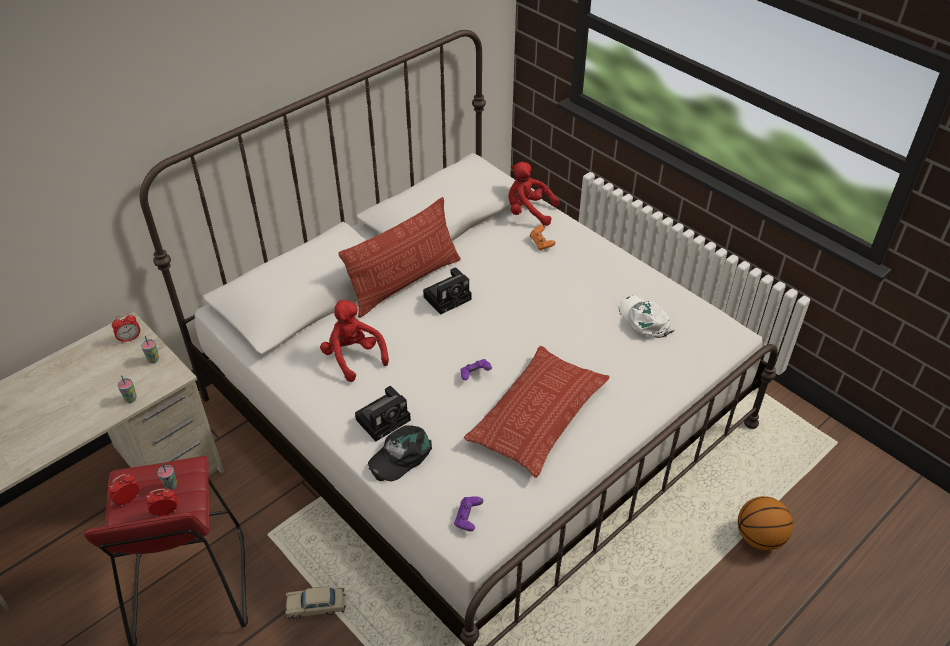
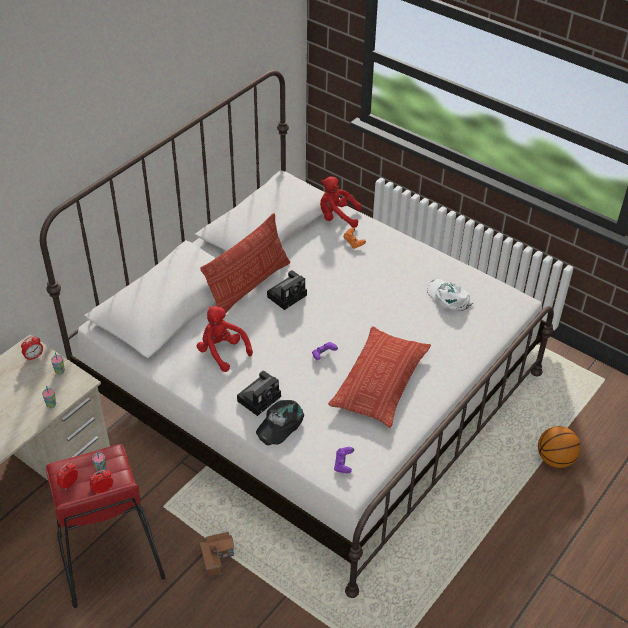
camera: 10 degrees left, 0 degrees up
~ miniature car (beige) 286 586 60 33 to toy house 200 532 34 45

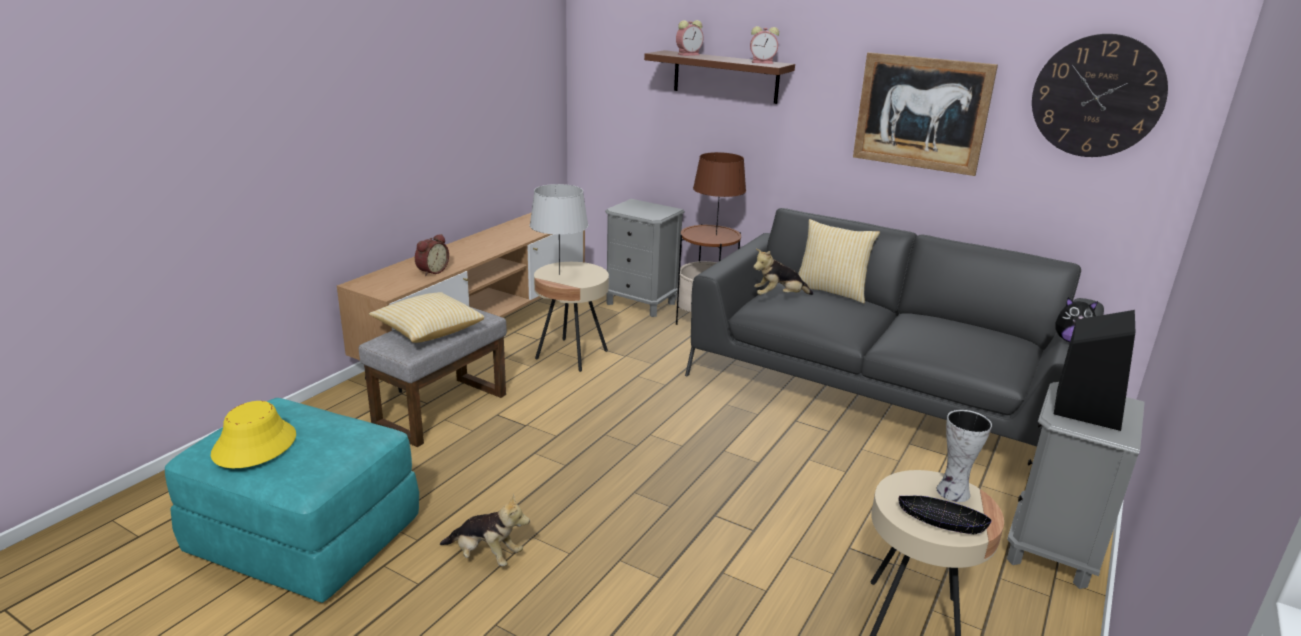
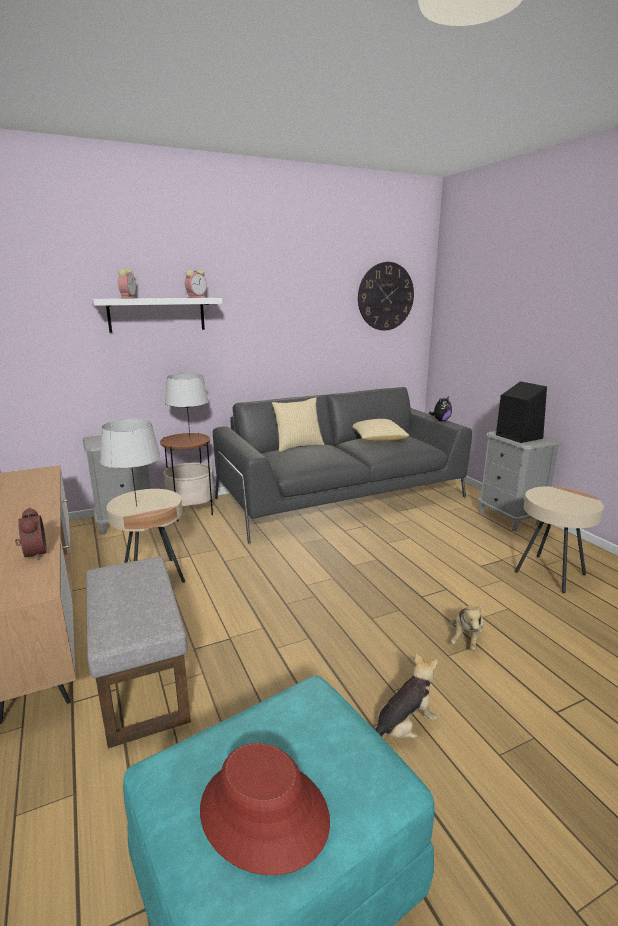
camera: 55 degrees left, 5 degrees down
~ shelf (brownish) 644 50 151 54 to shelf (white-coloured) 92 298 130 35
~ tabletop lamp (brownish) 693 152 53 84 to tabletop lamp (greyish) 165 373 44 63
~ clothing hat (yellow-coloured) 211 401 85 67 to clothing hat (reddish) 200 743 130 132
~ pillow 369 292 115 51 to 352 419 57 23
~ plush toy 753 249 60 46 to 450 604 34 47
- wall art 853 52 145 124
- bowl (black) 899 496 93 39
- vase 936 410 56 92

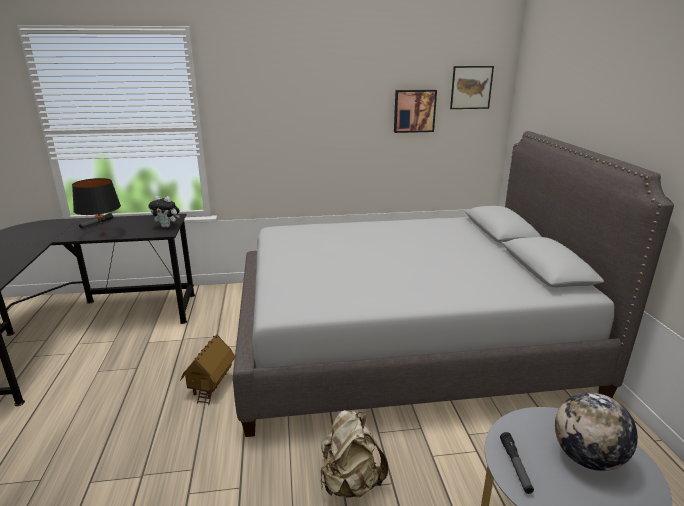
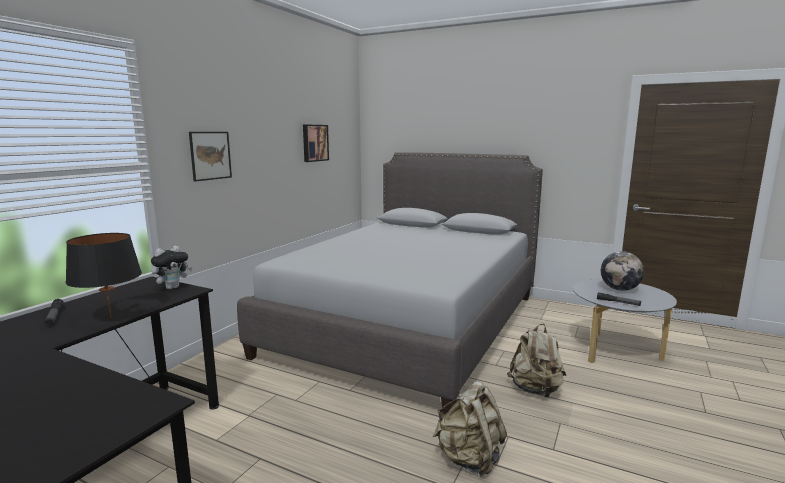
camera: 55 degrees left, 10 degrees down
~ wall art 450 66 44 43 to 189 132 43 50
+ rucksack (beige) 433 381 74 96
- toy house 180 334 55 71

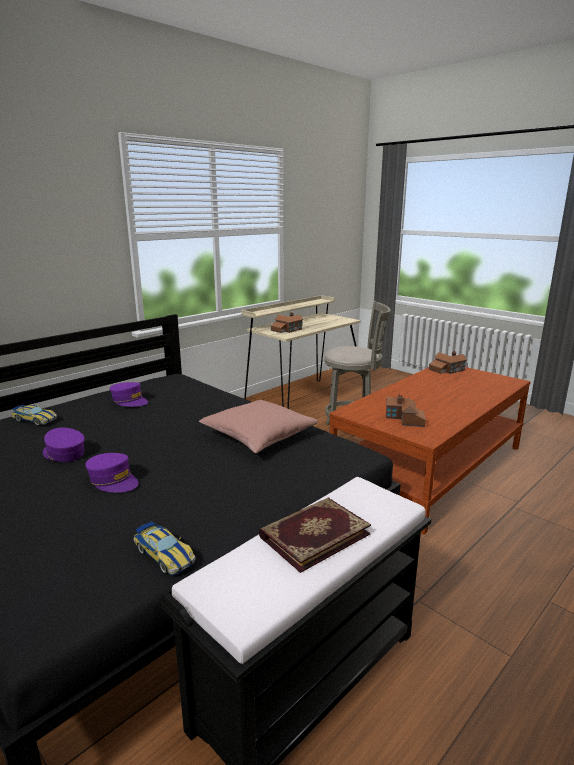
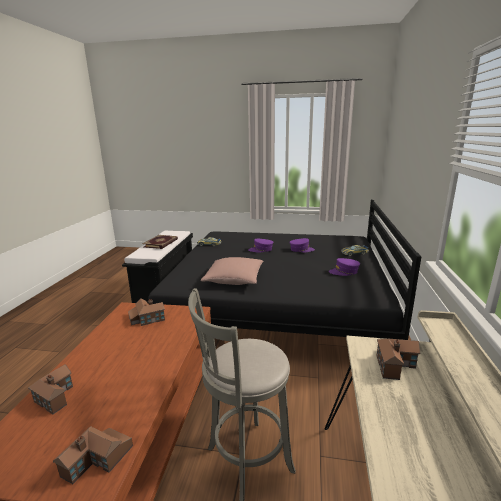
camera: 145 degrees right, 0 degrees up
+ toy house 28 364 45 51

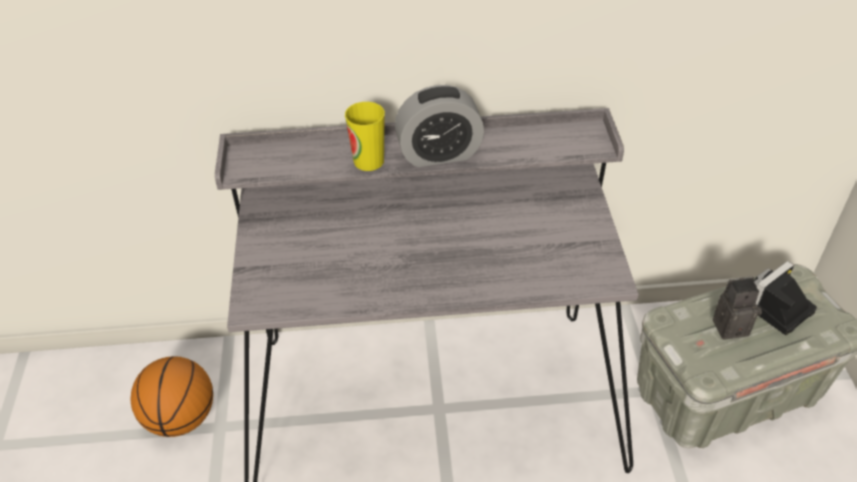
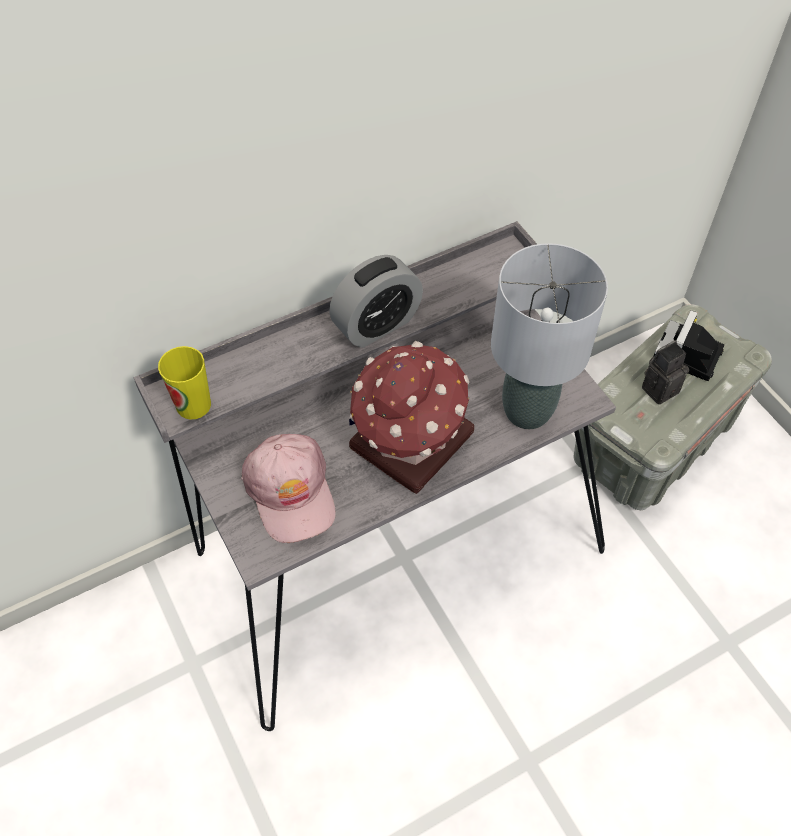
camera: 25 degrees left, 10 degrees up
~ drinking cup 345 102 40 69 to 158 346 53 74
+ baseball cap (pink) 241 434 95 109
+ toy house 349 341 125 153
+ tabletop lamp (greyish) 491 243 117 186
- ball for basketball 130 356 83 81

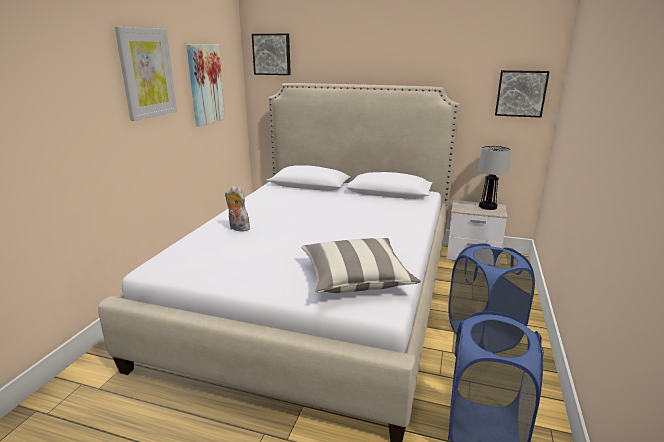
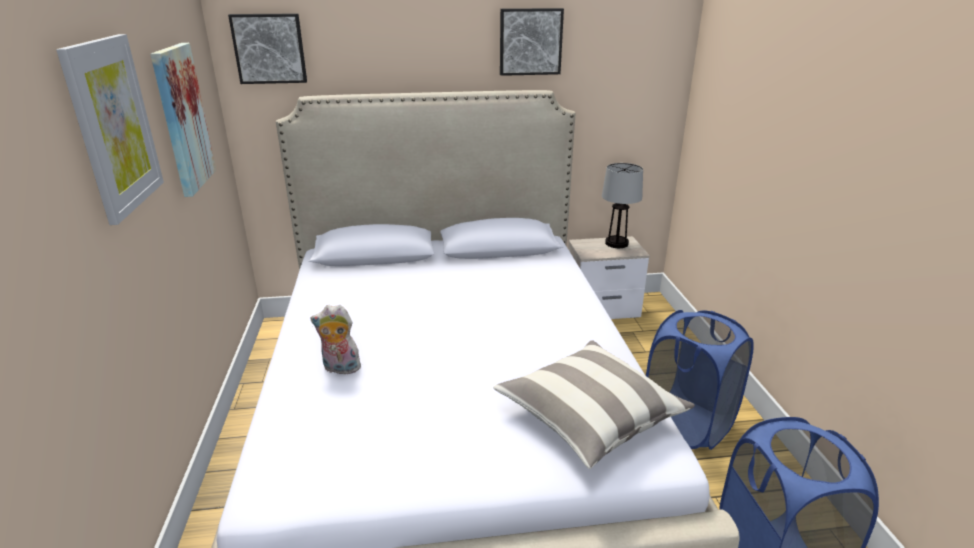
camera: 25 degrees left, 5 degrees up
~ wall art 495 70 55 48 to 500 8 64 68

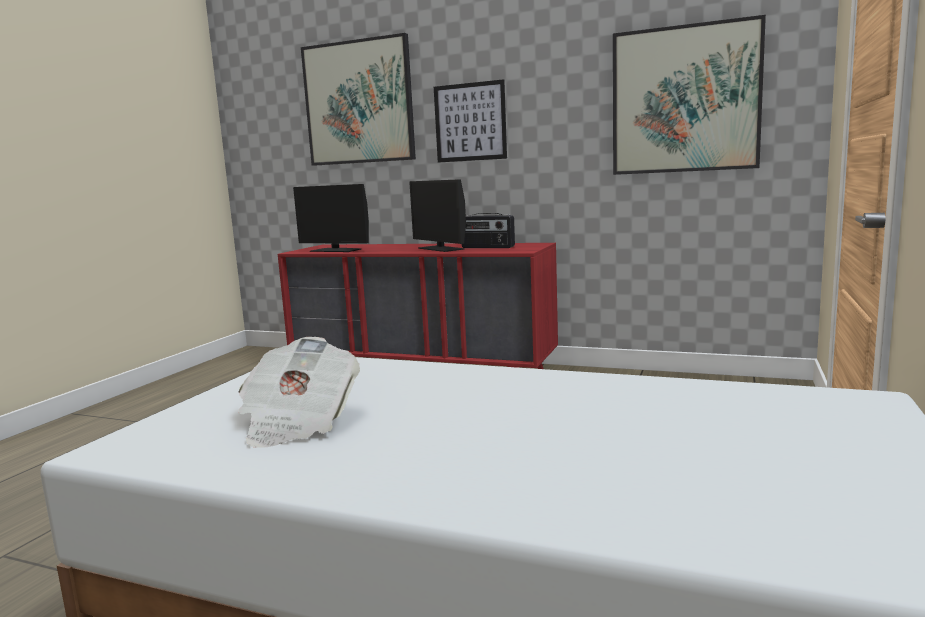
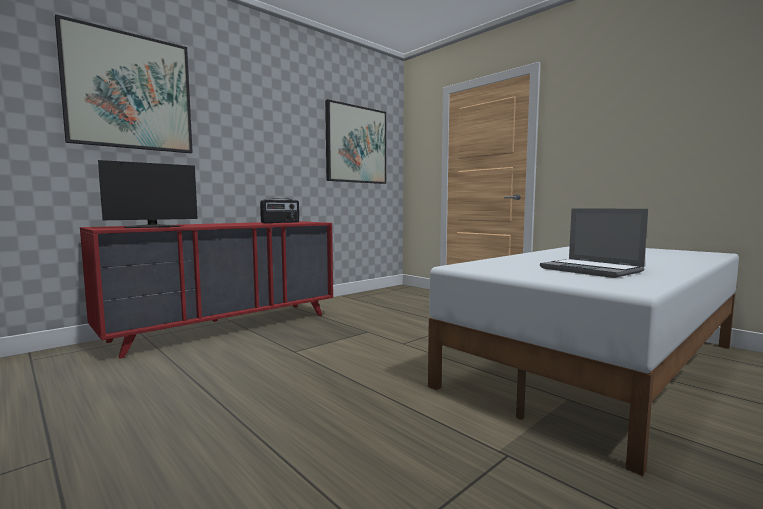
camera: 65 degrees left, 5 degrees down
~ daily paper 238 337 122 111 to laptop 540 209 108 69
- computer screen 409 179 57 73
- wall art 434 79 73 84

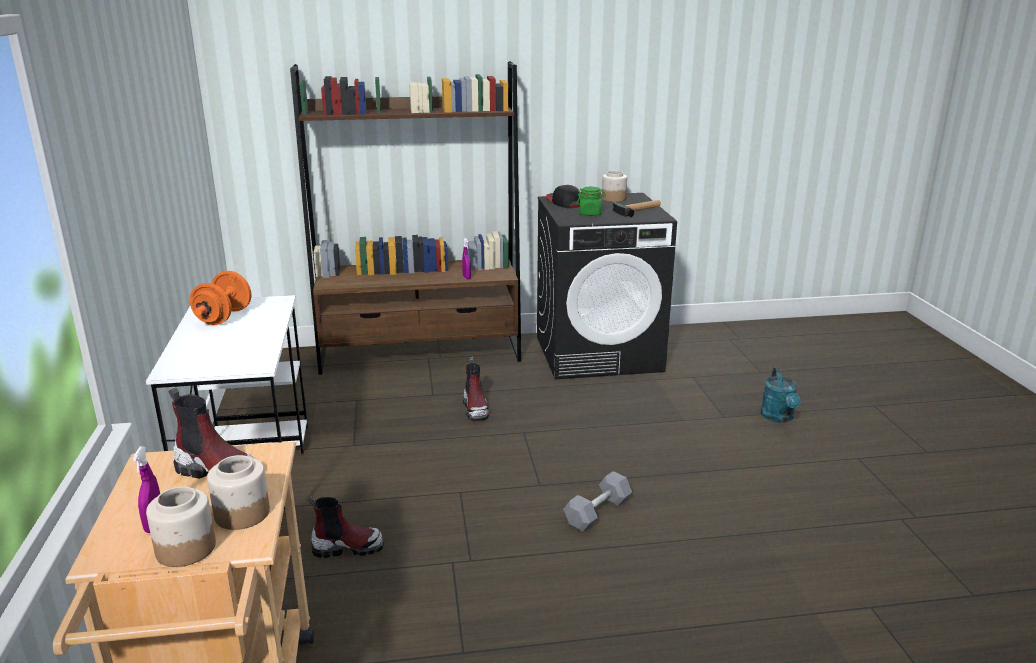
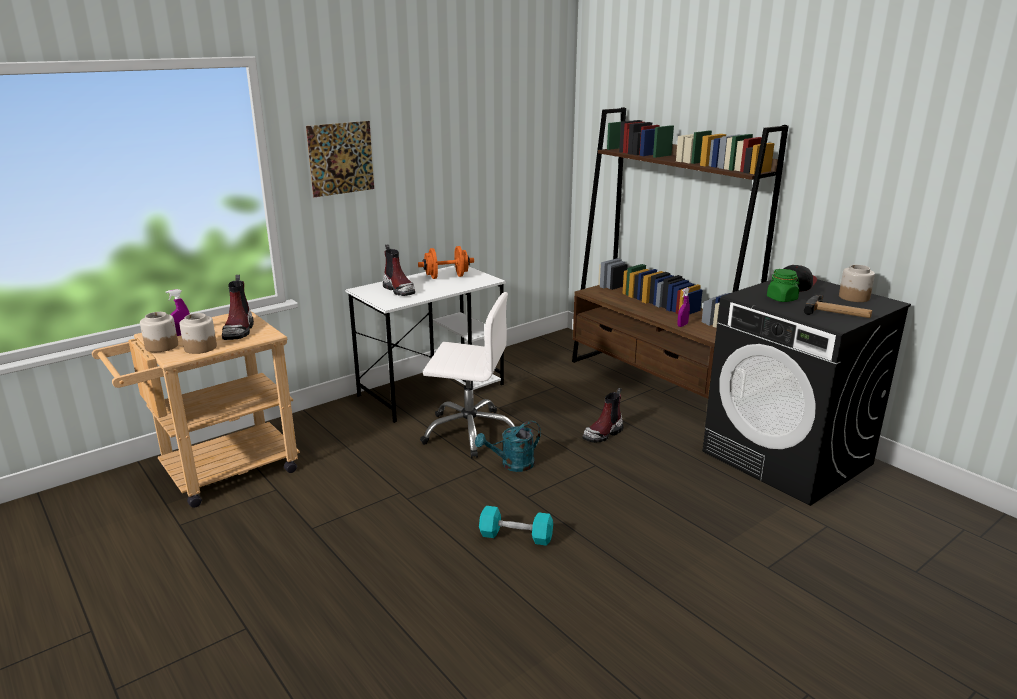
camera: 60 degrees right, 0 degrees up
+ wall art 306 121 68 76
~ tall boot 308 496 76 62 to 383 244 32 52
+ desk chair (white-coloured) 420 292 95 166
~ watering can (blue-green) 761 368 40 55 to 475 421 66 51
~ dumbbell (greyish) 563 471 69 61 to dumbbell (blue-green) 479 506 74 40

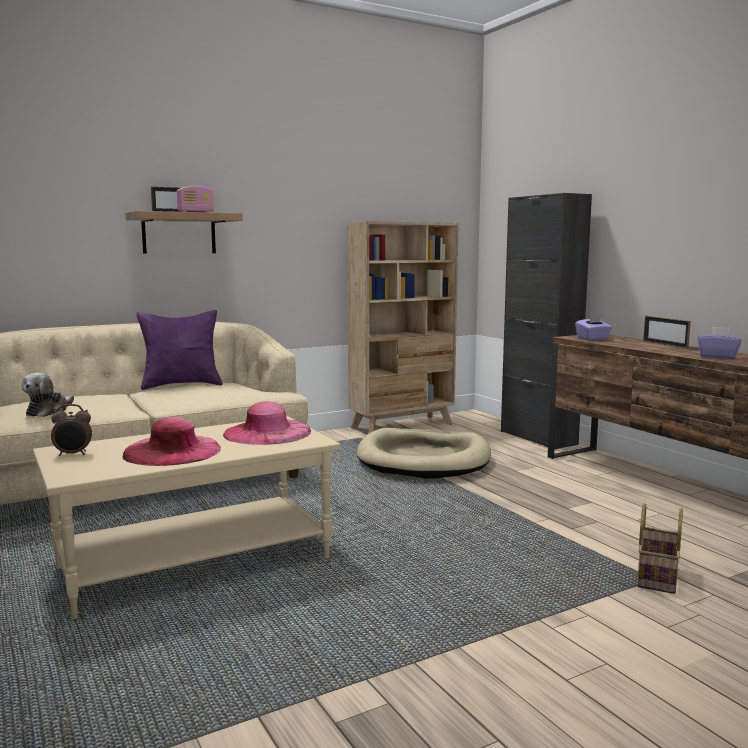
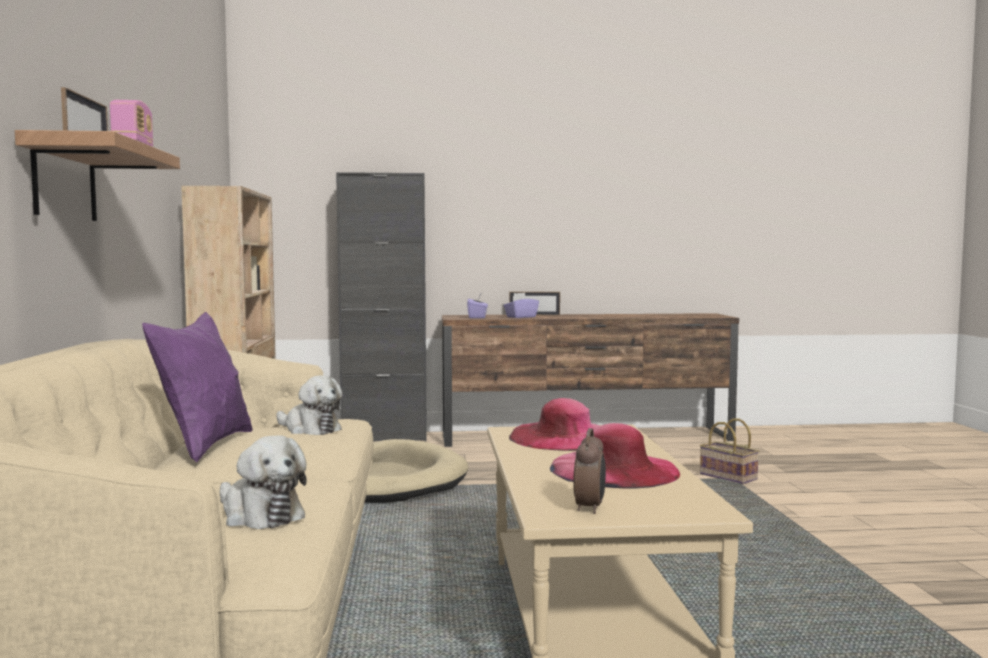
camera: 65 degrees left, 5 degrees down
+ plush toy 276 375 67 60
~ box of tissues (purple-coloured) 698 326 43 33 to 504 293 35 25

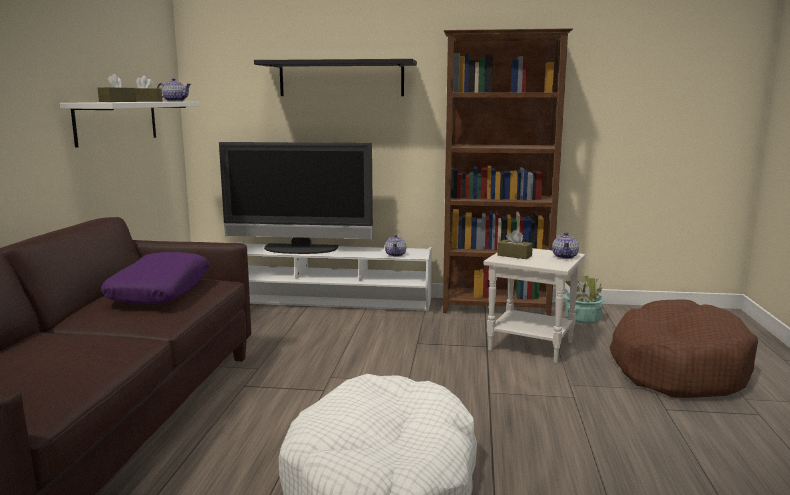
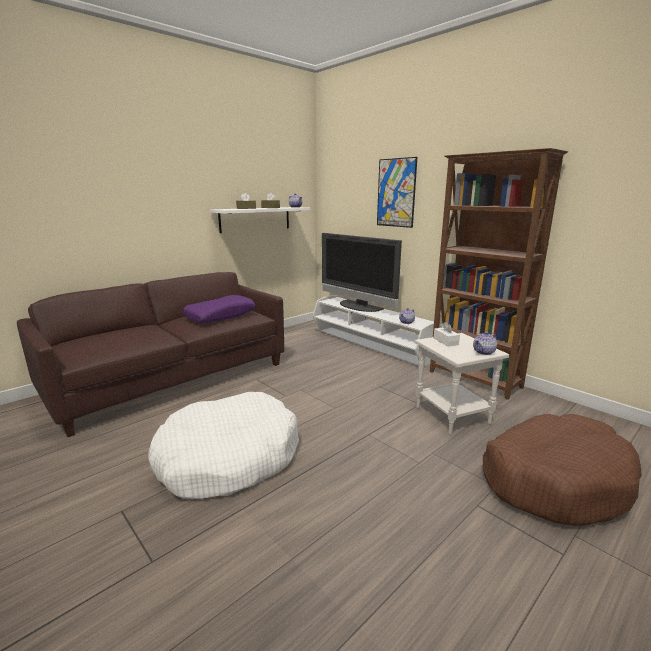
camera: 40 degrees right, 5 degrees up
~ shelf (black) 254 59 163 37 to wall art 377 157 40 71
~ box of tissues (brownish) 497 230 36 29 to box of tissues (white-coloured) 434 322 26 24
- houseplant 565 275 40 49

